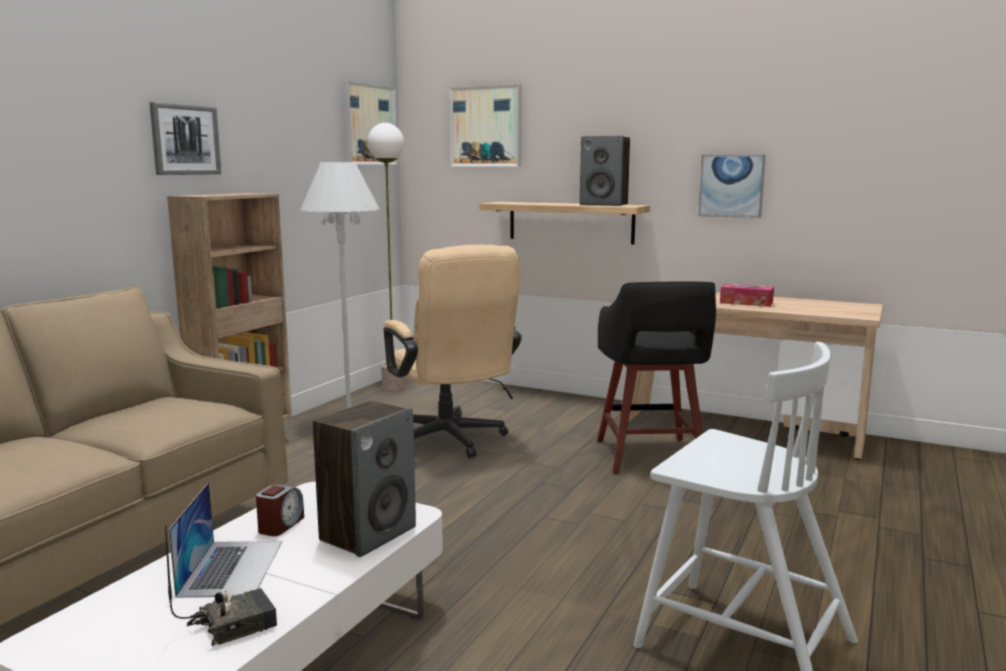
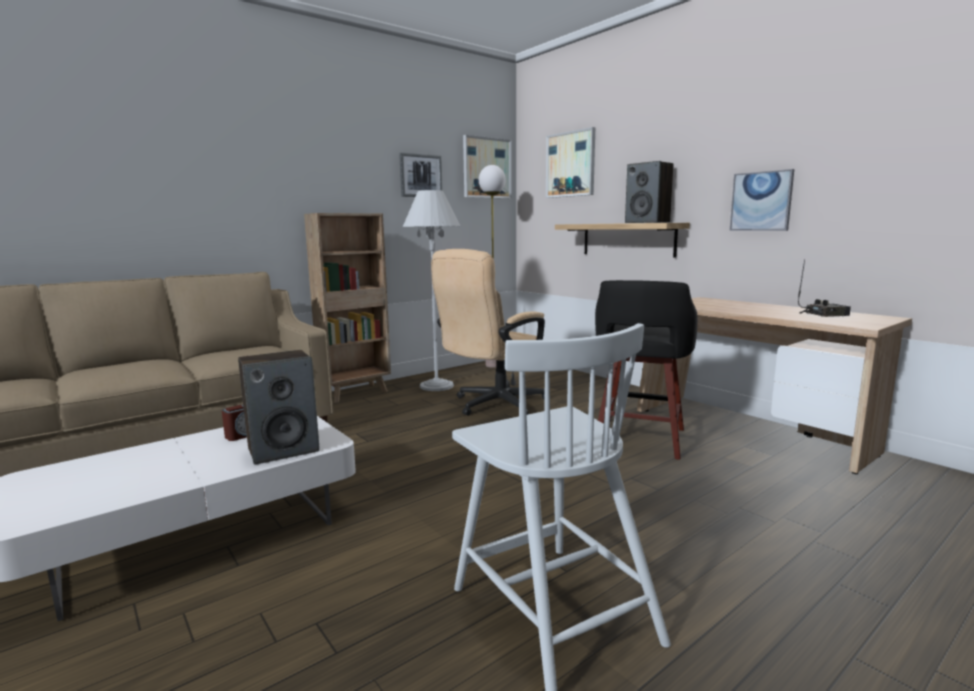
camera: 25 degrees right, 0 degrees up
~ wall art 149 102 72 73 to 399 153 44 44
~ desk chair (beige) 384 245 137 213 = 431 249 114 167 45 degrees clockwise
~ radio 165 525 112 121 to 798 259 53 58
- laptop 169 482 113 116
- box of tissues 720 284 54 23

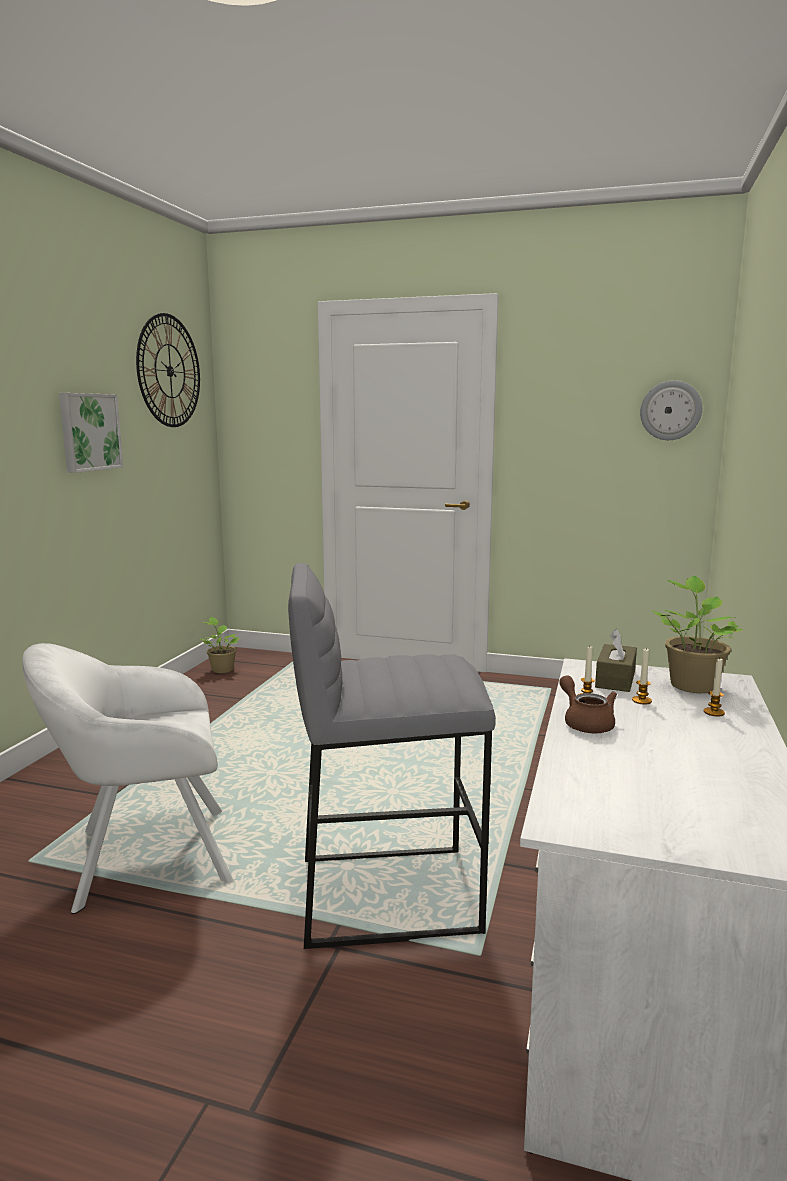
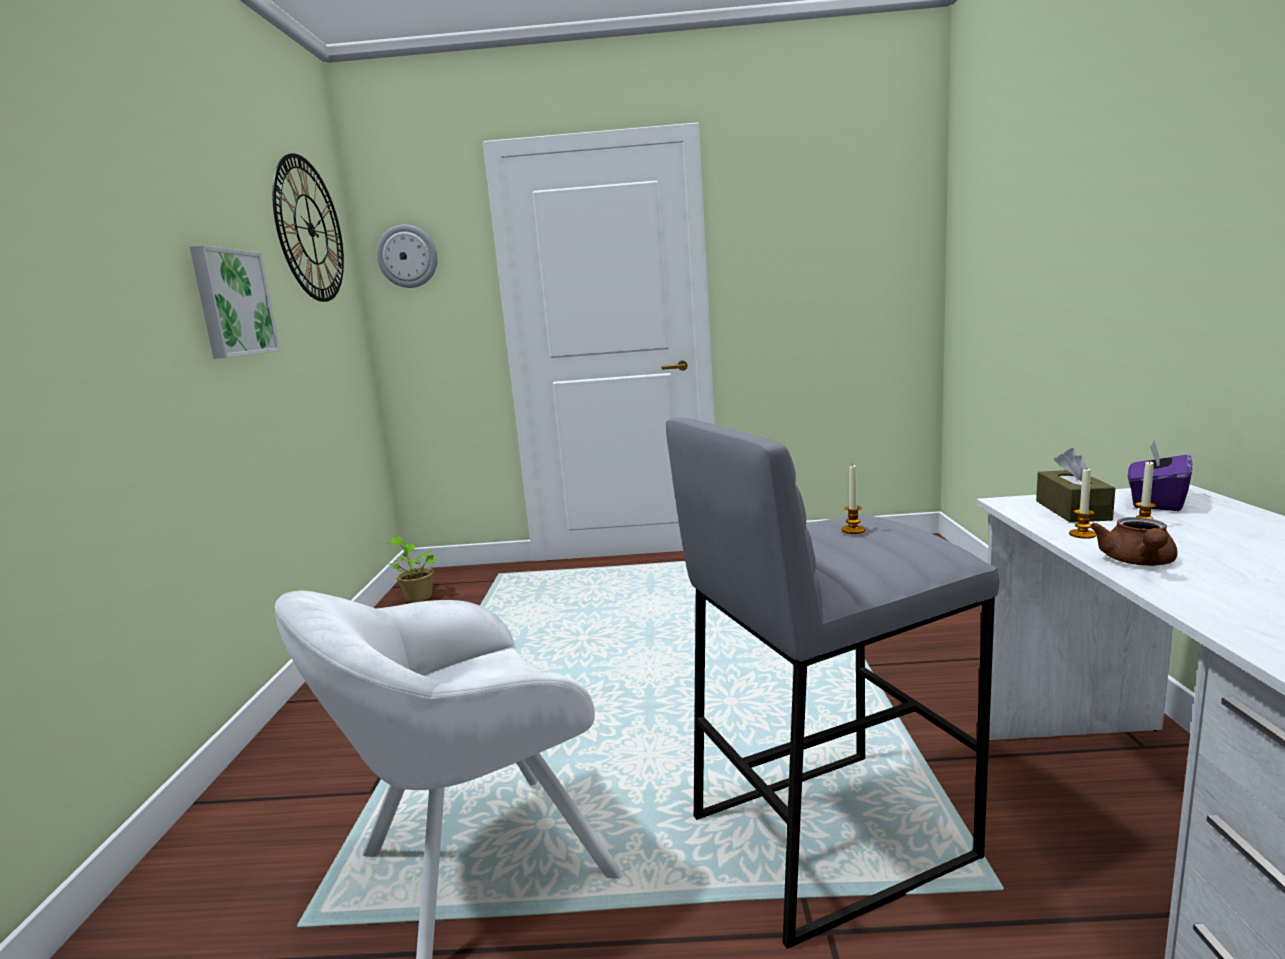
camera: 15 degrees left, 0 degrees up
~ clock on the wall 640 380 62 60 to 377 224 61 64
~ wax candle 704 659 21 58 to 841 464 24 70
~ tea pot (brownish) 559 676 58 57 = 1090 517 88 49 120 degrees counterclockwise
~ houseplant 652 576 91 117 to box of tissues (purple-coloured) 1128 440 64 71

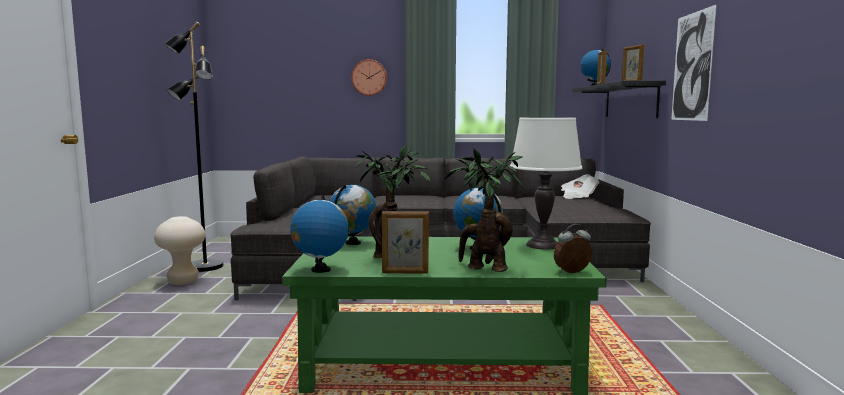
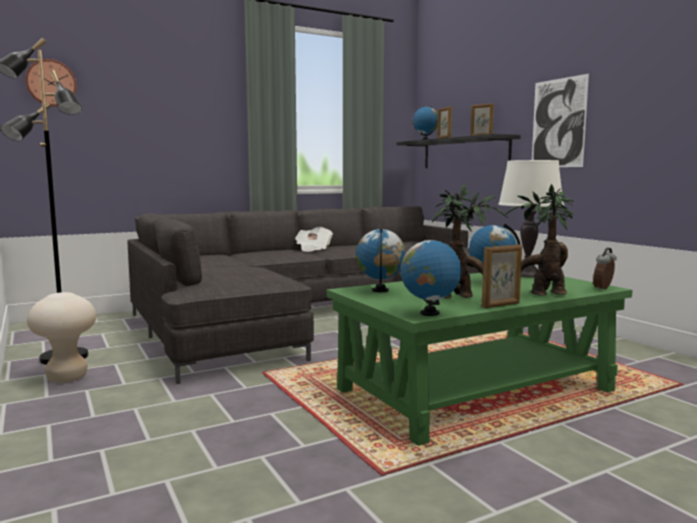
camera: 30 degrees left, 0 degrees up
~ clock on the wall 351 59 36 37 to 25 59 52 48
~ daily paper 561 174 39 25 to 295 227 38 25

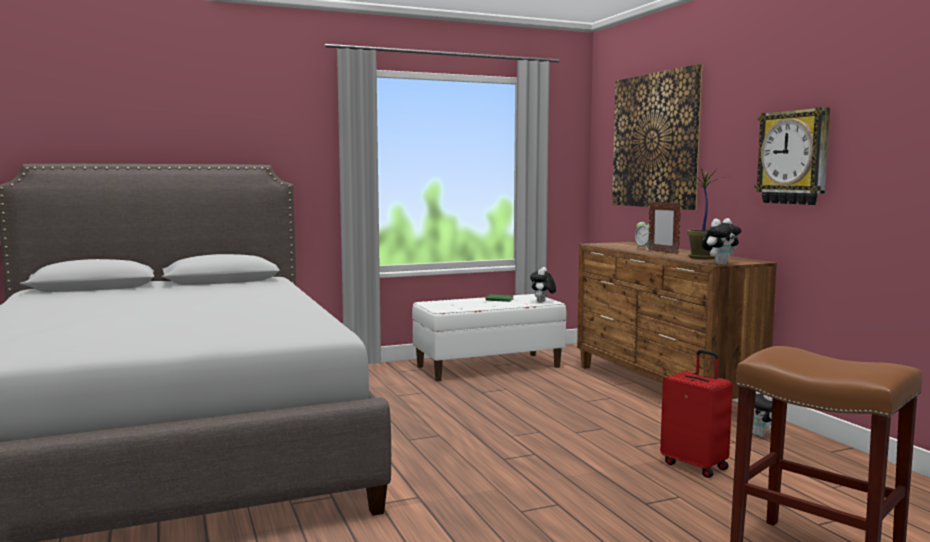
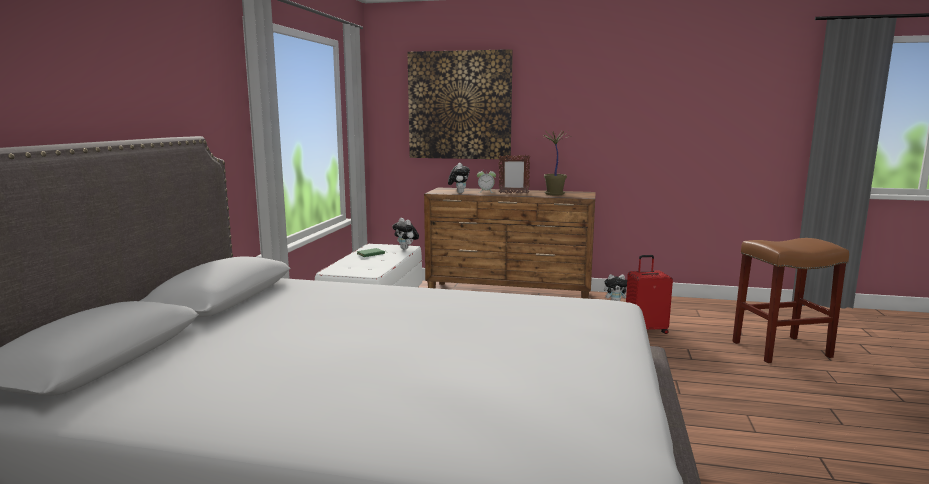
camera: 55 degrees left, 5 degrees up
~ plush toy 702 218 39 46 to 448 163 22 30
- clock on the wall 754 107 76 98

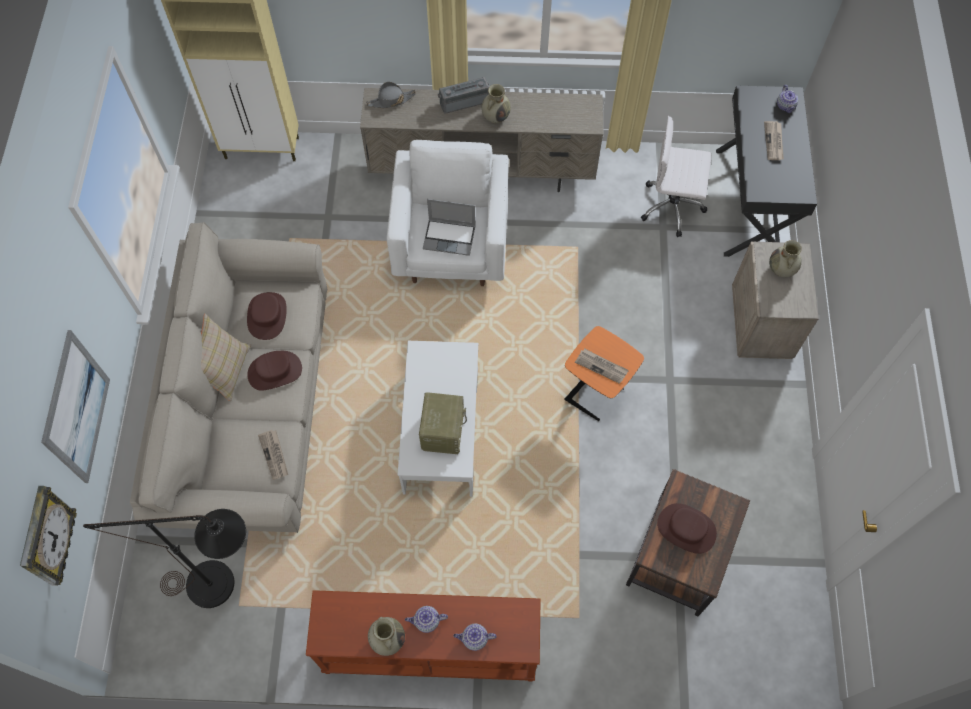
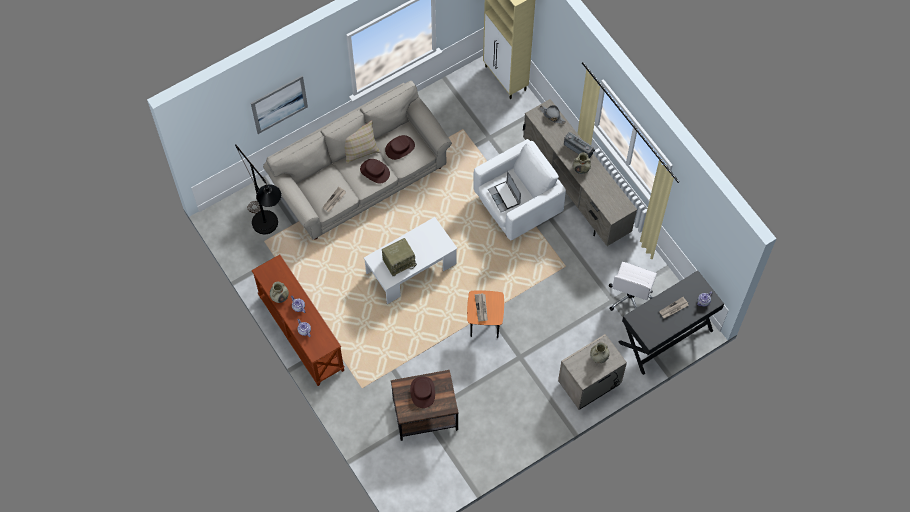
camera: 55 degrees right, 0 degrees up
~ desk chair (white-coloured) 641 116 70 121 = 609 262 48 49 135 degrees counterclockwise
- clock on the wall 20 486 57 100

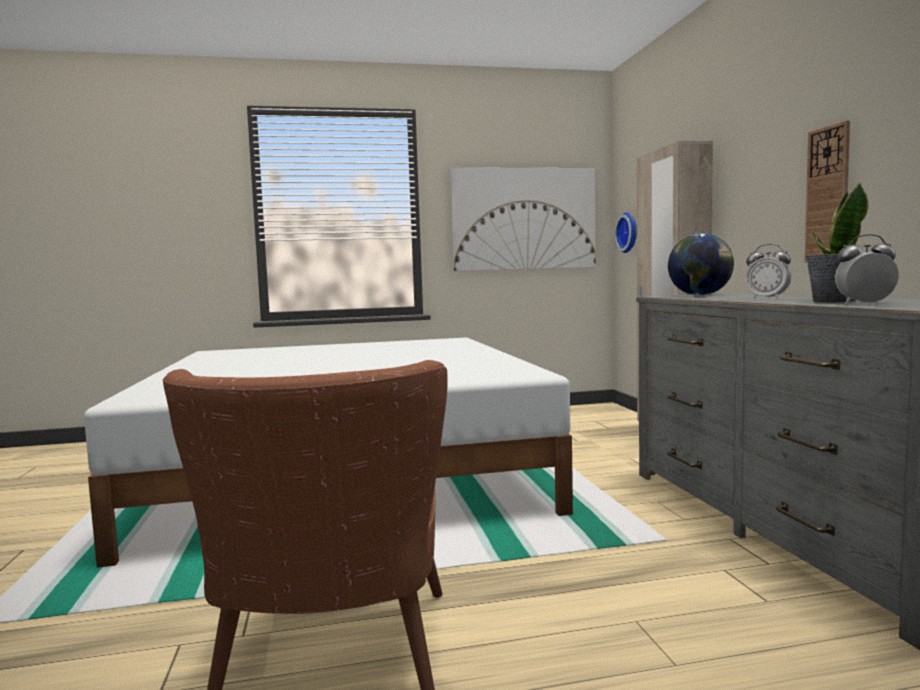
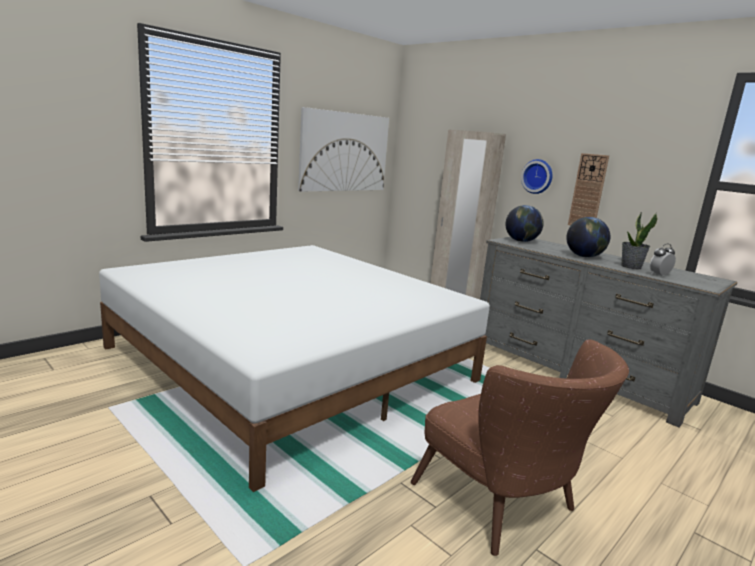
camera: 35 degrees left, 10 degrees up
~ clock on the wall 614 212 23 41 to 521 159 32 35
~ bedside clock 745 244 46 55 to globe 566 217 44 40

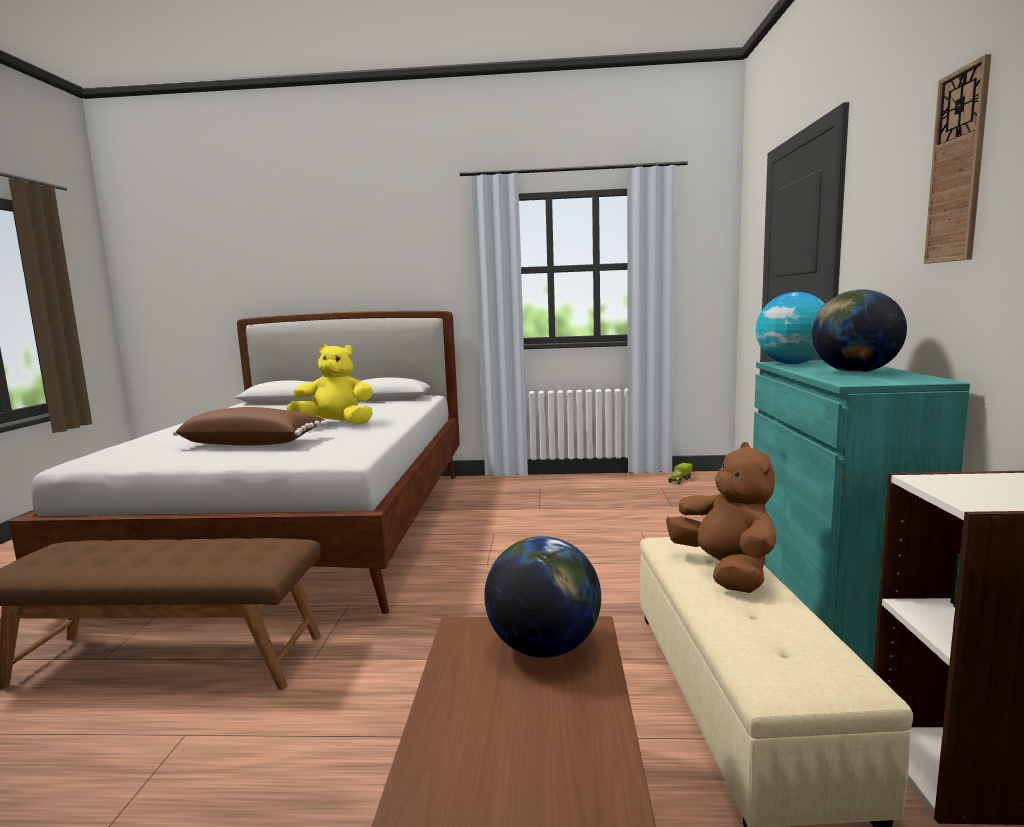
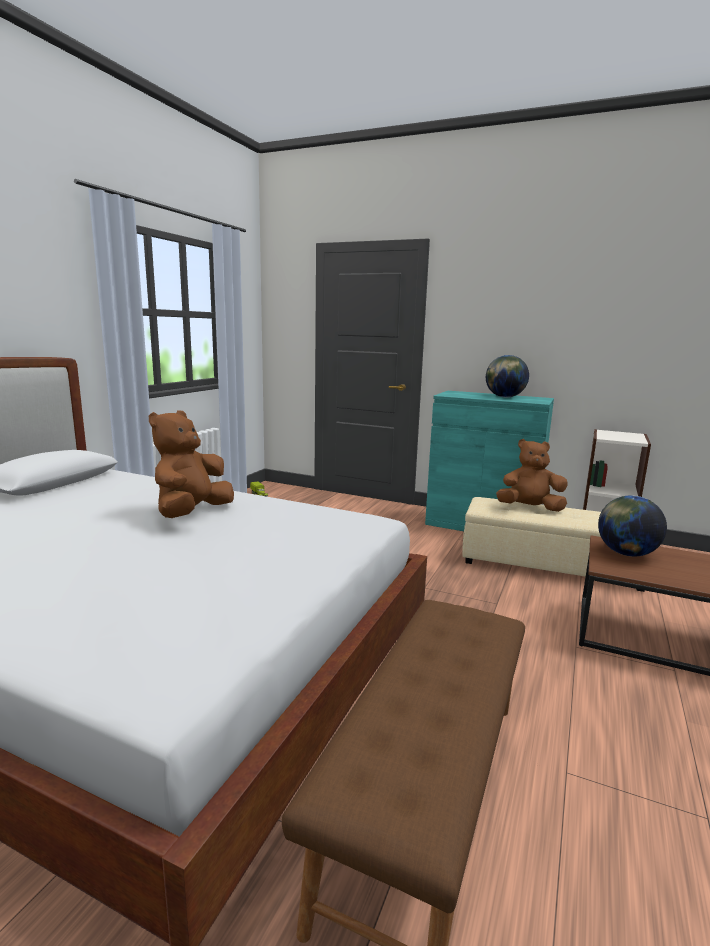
camera: 70 degrees left, 5 degrees up
~ plush toy (yellow-coloured) 286 344 87 81 to plush toy (brownish) 149 410 85 108
- pillow (brownish) 173 407 153 39
- globe 756 292 69 72
- clock on the wall 924 54 67 210

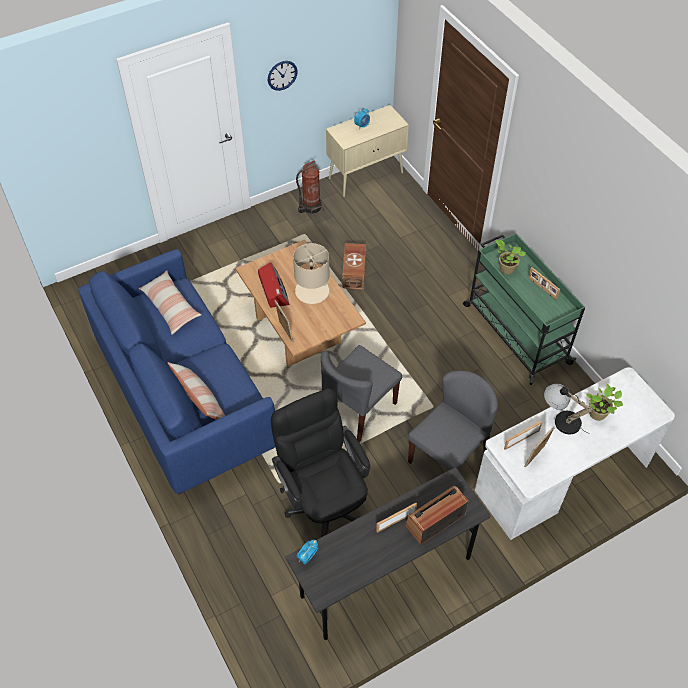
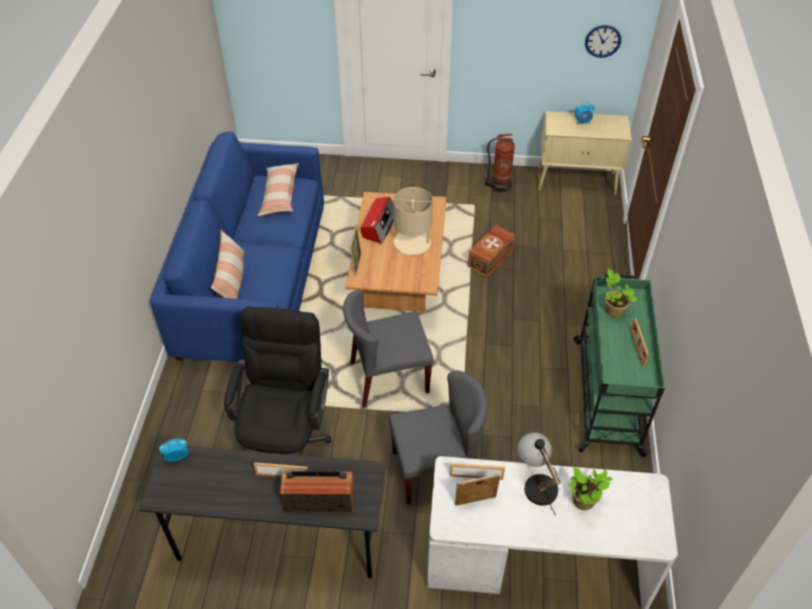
camera: 35 degrees right, 5 degrees down
~ clock on the wall 268 61 30 30 to 585 25 36 33

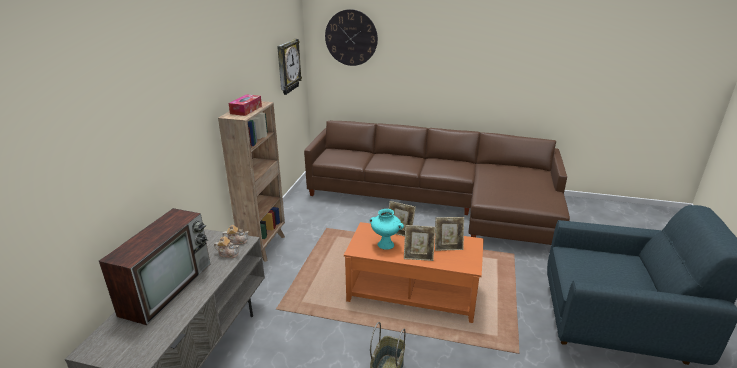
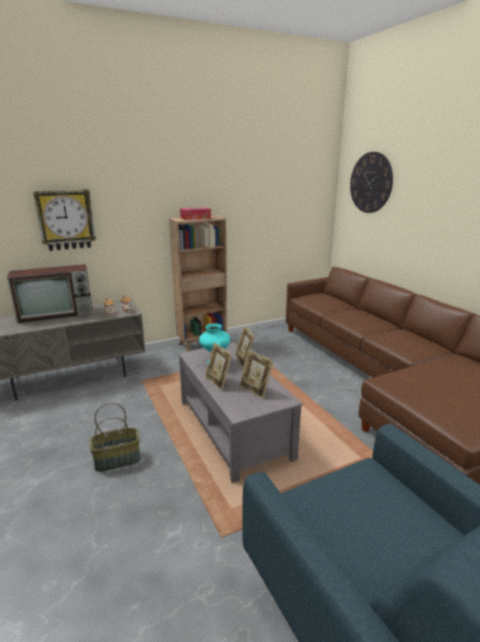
camera: 50 degrees right, 5 degrees down
~ clock on the wall 277 39 25 56 to 33 189 63 62
~ lounge table (orangey) 344 222 140 101 to lounge table (greyish) 178 342 125 141

